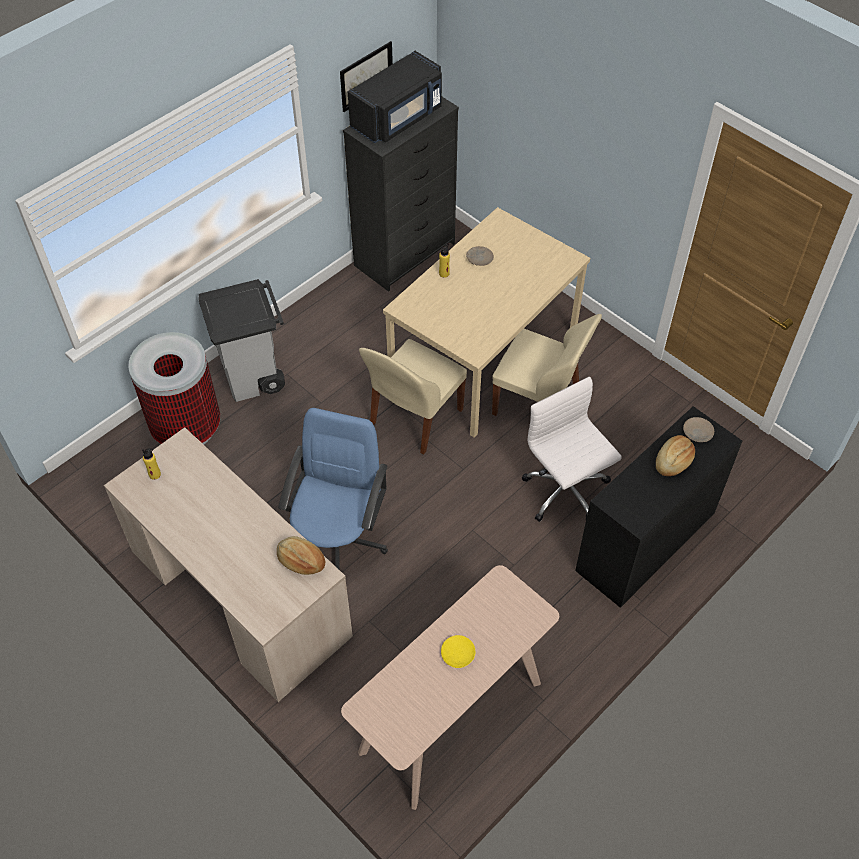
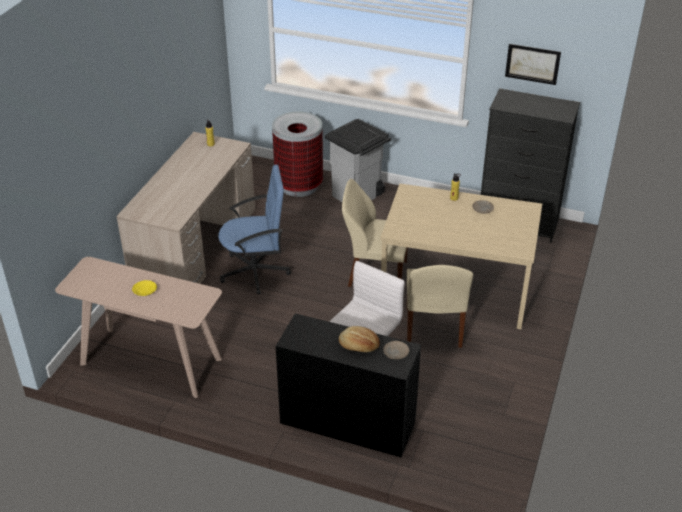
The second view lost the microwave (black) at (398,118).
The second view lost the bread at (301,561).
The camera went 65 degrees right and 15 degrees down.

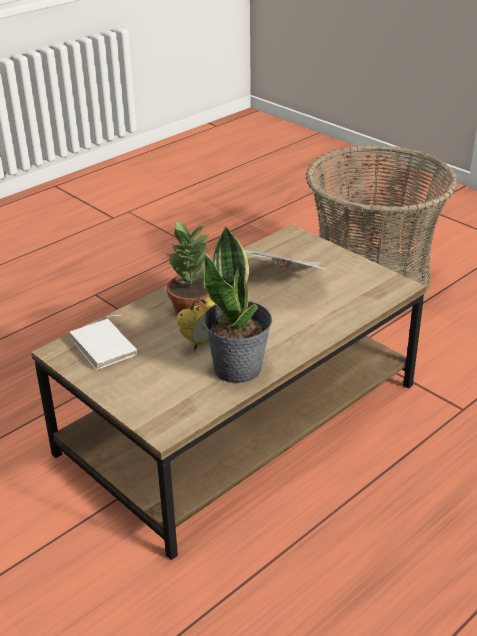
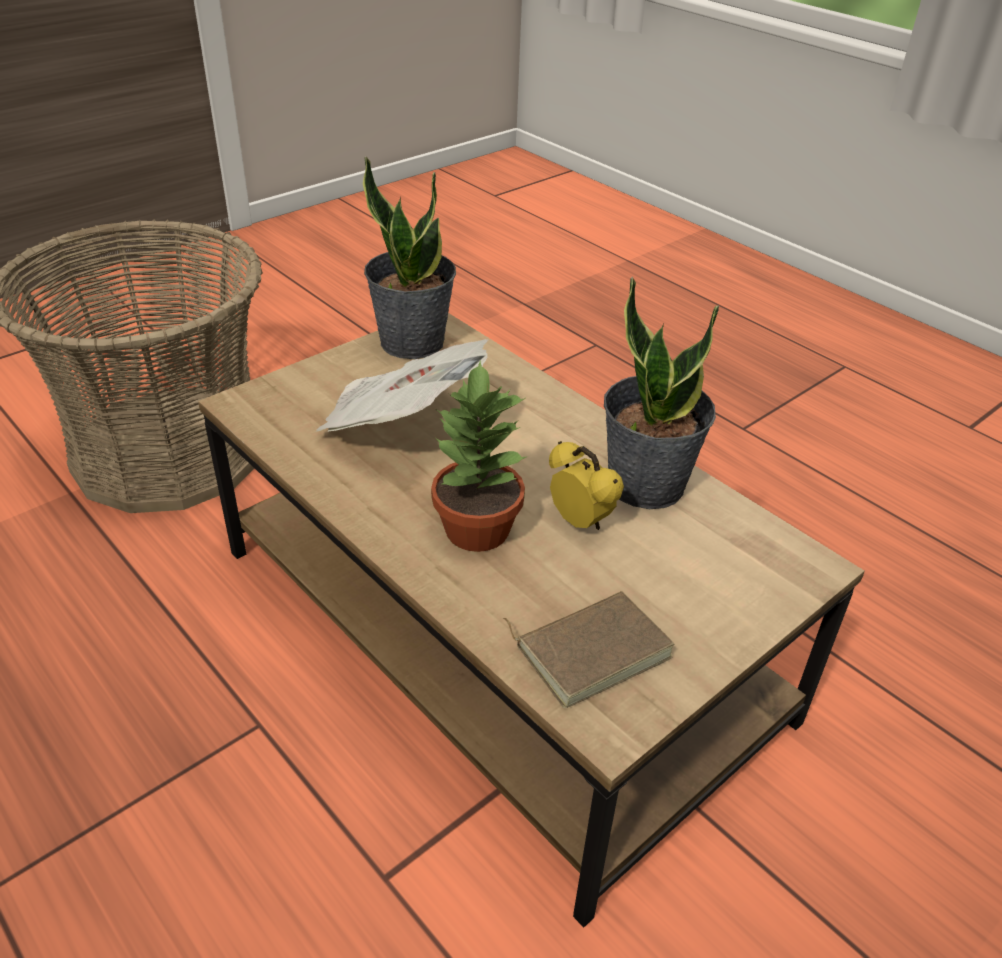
What was the book (white) at (106,346) turned into the book (brown) at (591,649).
The second view gained the potted plant at (412,341).
The camera went 90 degrees left and 5 degrees up.

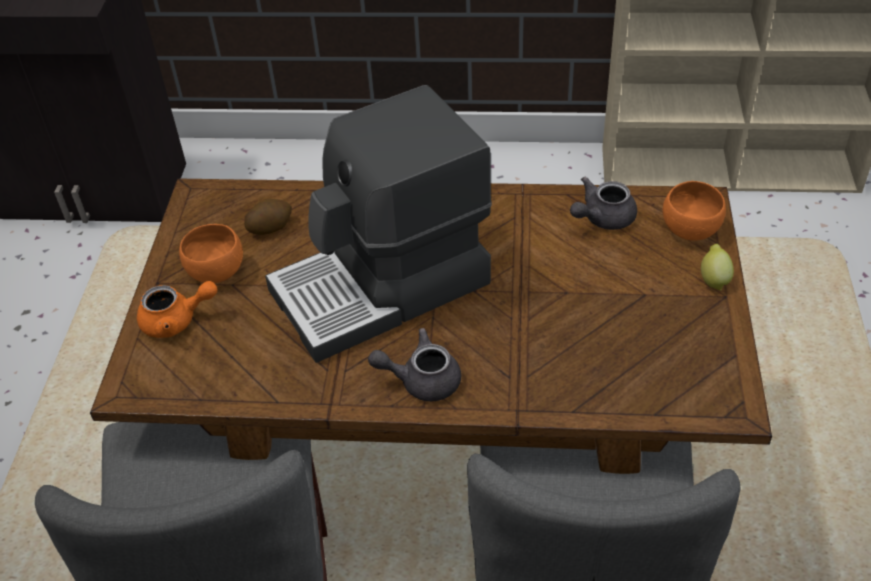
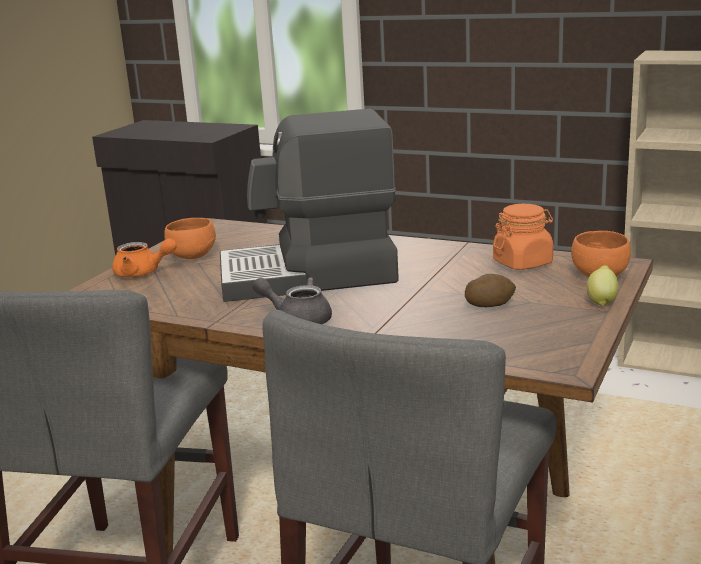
Where the teapot (grey) stood at (602,218), the jar (orange) came to stand at (523,263).
The potato ended up elsewhere, having gone from (270,227) to (490,304).
The camera went 20 degrees right and 25 degrees down.

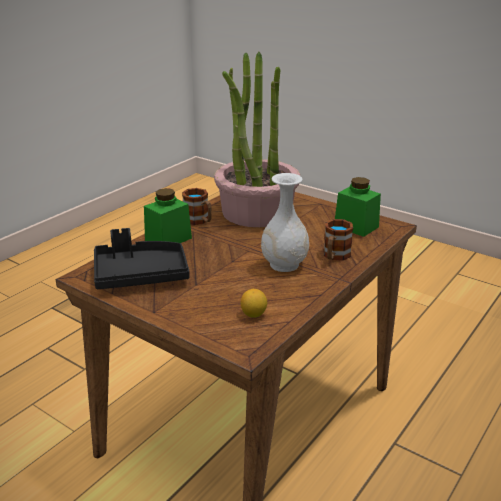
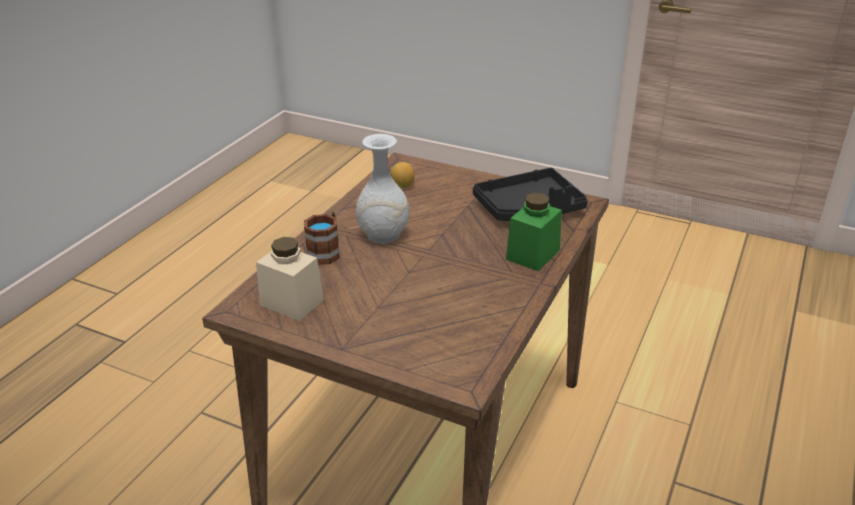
The second view lost the potted plant at (256,212).
What was the jar (green) at (356,226) turned into the jar (beige) at (291,302).
The second view lost the mug at (199,221).
The camera went 170 degrees right and 5 degrees up.

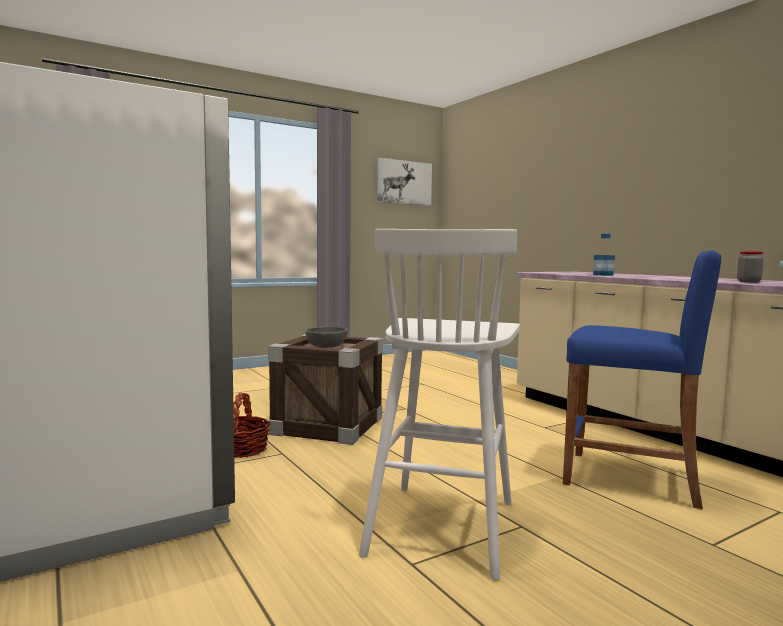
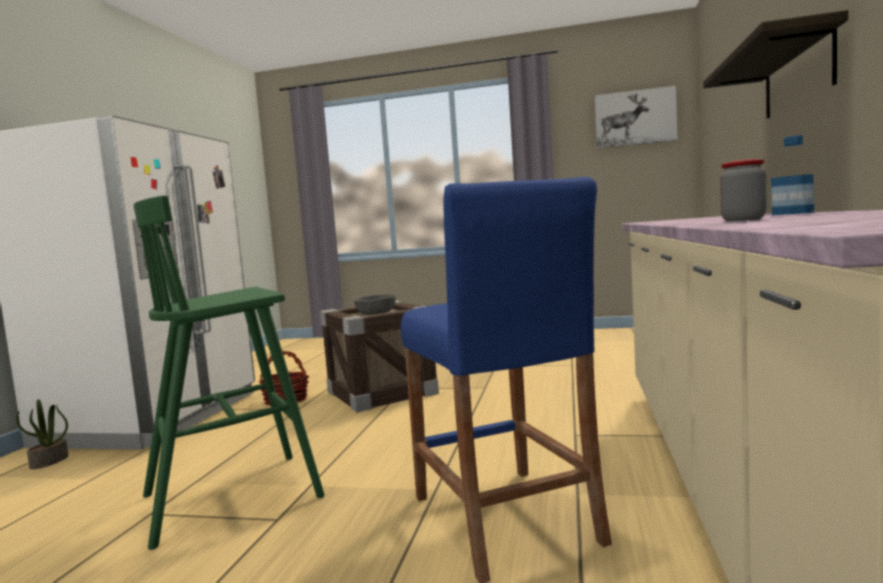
What was the stool (white) at (443,525) turned into the stool (green) at (236,495).
The bottle ended up elsewhere, having gone from (603,275) to (792,213).
The second view gained the shelf at (797,76).
The second view gained the potted plant at (49,462).
The camera went 45 degrees right and 0 degrees up.

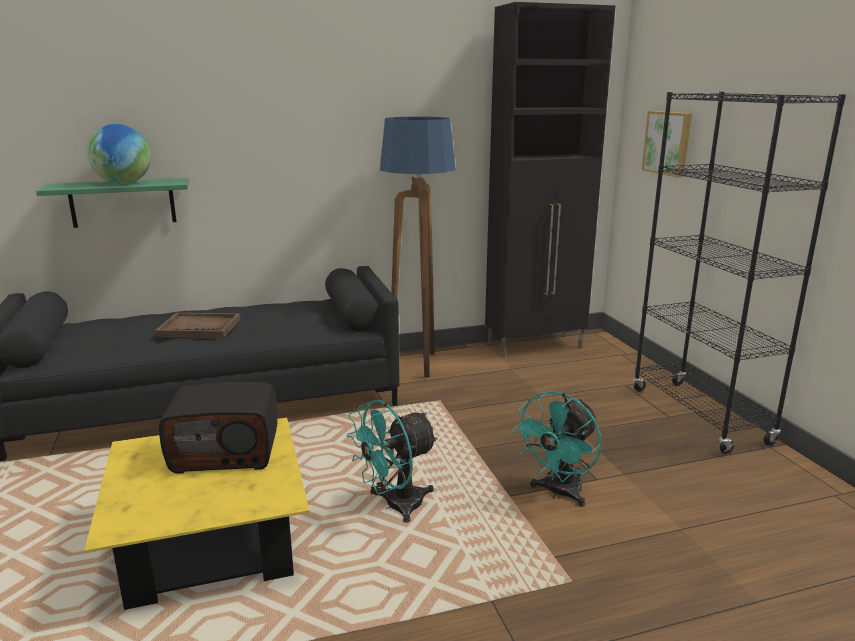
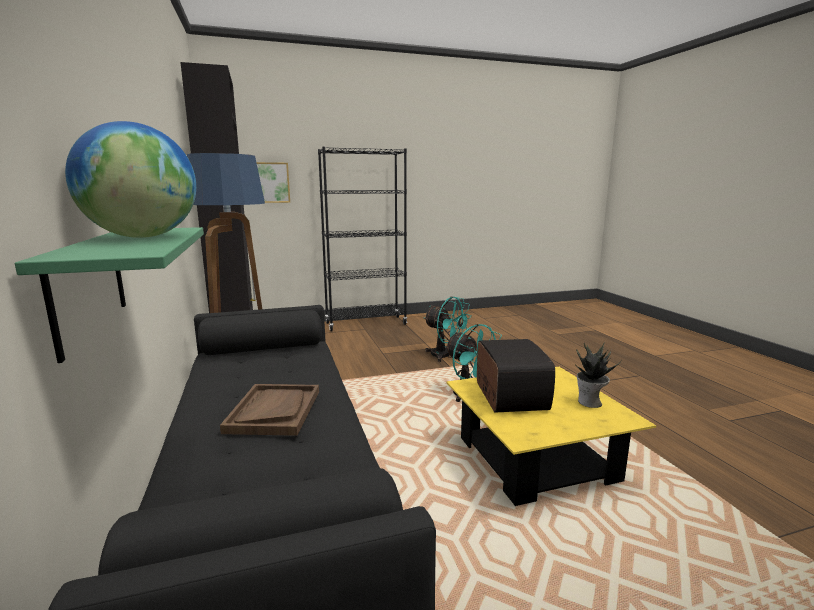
The second view gained the potted plant at (590,403).
The camera went 90 degrees left and 5 degrees down.

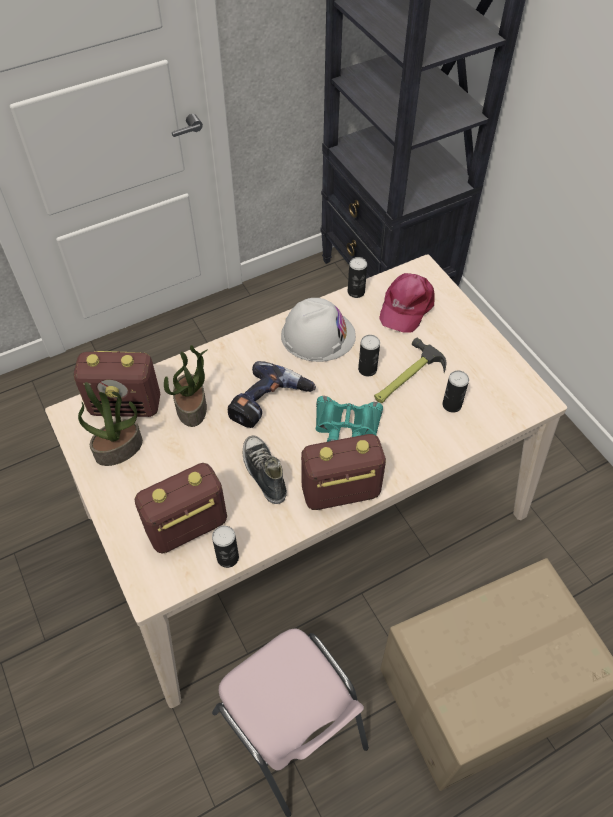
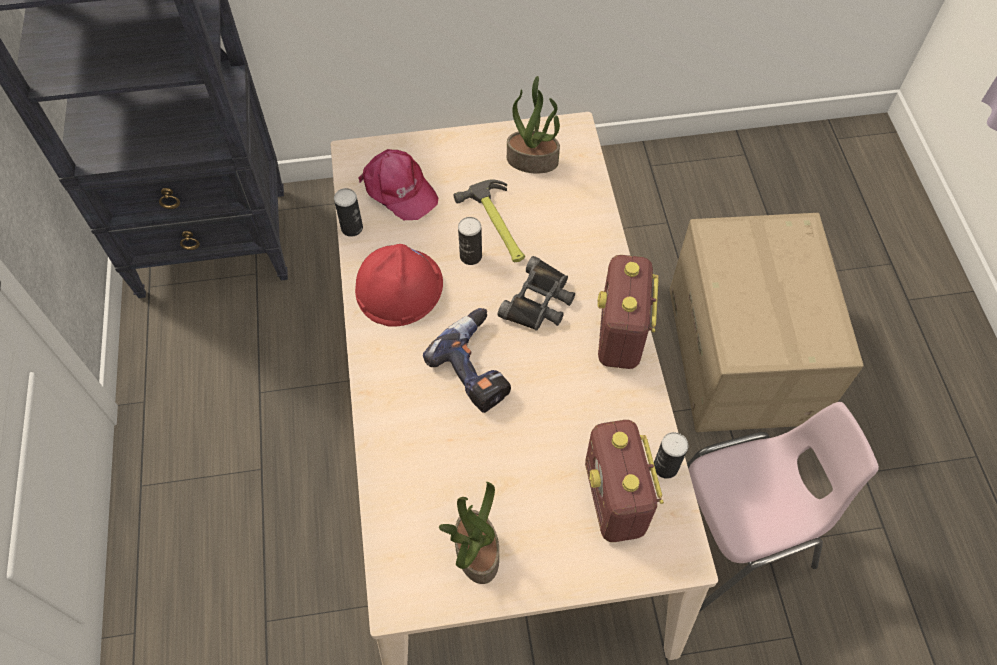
What was the hard hat (white) at (318,335) turned into the hard hat (red) at (398,287).
The potted plant ended up elsewhere, having gone from (192,407) to (533,160).
The second view lost the radio at (126,405).
The second view lost the can at (452,405).
What was the binoculars (turquoise) at (347,426) turned into the binoculars (black) at (539,301).
The second view lost the shoe at (264,473).
The camera went 70 degrees left and 5 degrees up.

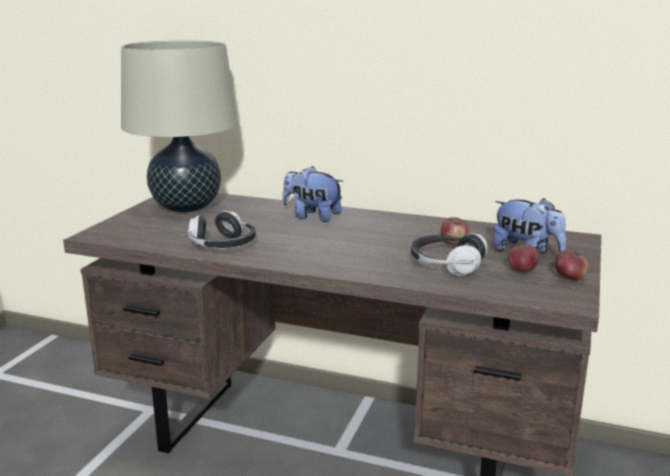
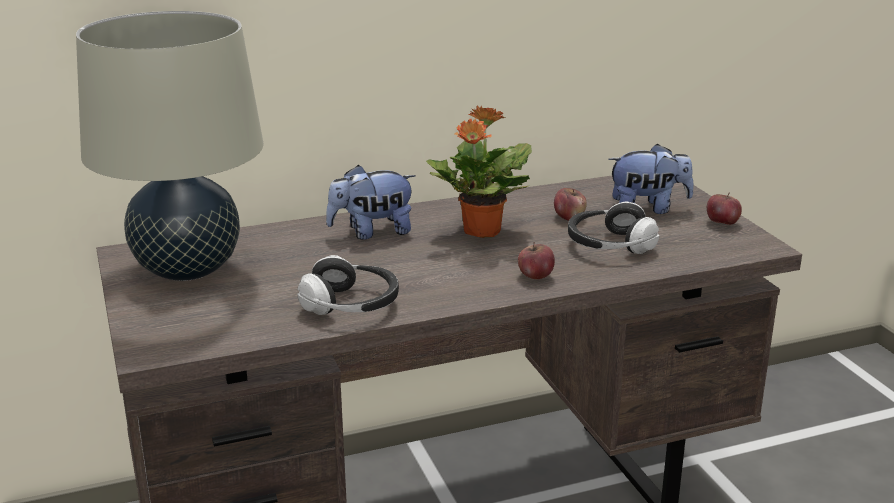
The apple ended up elsewhere, having gone from (521,270) to (535,276).
The second view gained the potted plant at (481,231).
The camera went 40 degrees left and 5 degrees up.

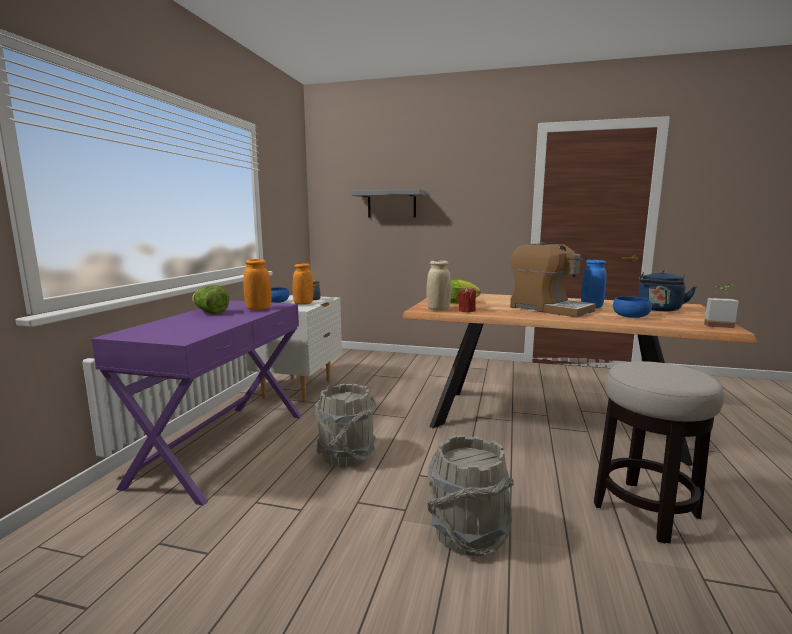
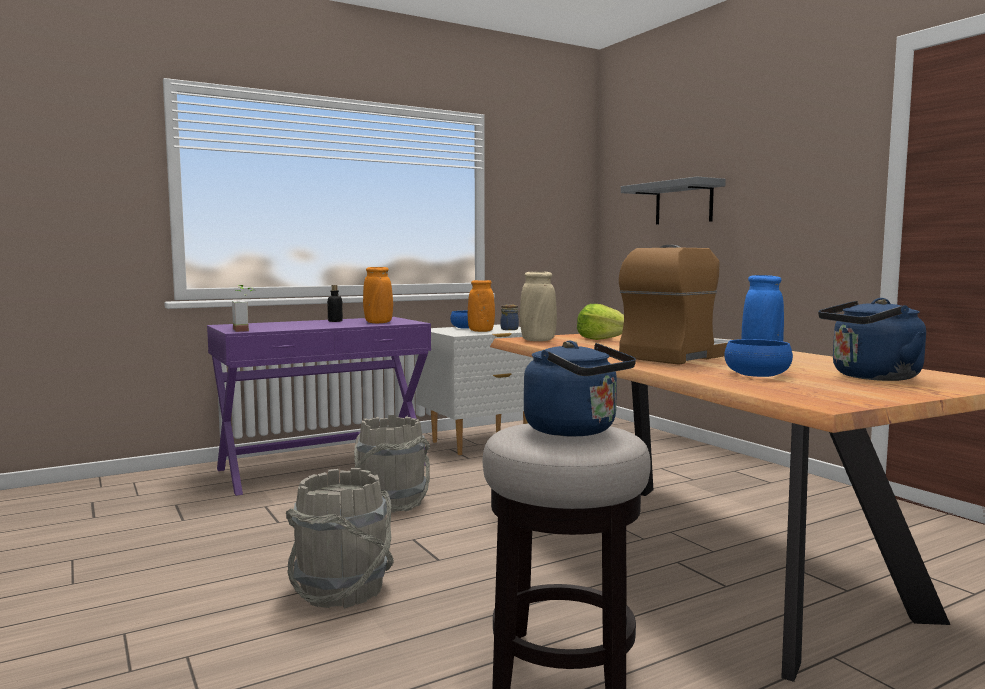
The coffee machine at (549,309) ended up facing another way, 135 degrees counterclockwise from before.
The potted plant ended up elsewhere, having gone from (717,325) to (246,330).
Where the lettuce stood at (210,312), the bottle came to stand at (335,321).
The second view lost the candle (red) at (466,311).
The second view gained the kettle (blue) at (576,430).
The camera went 45 degrees right and 5 degrees down.

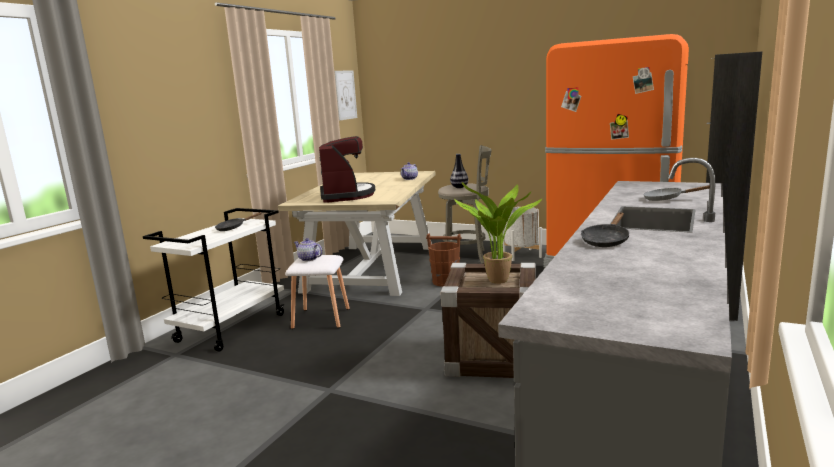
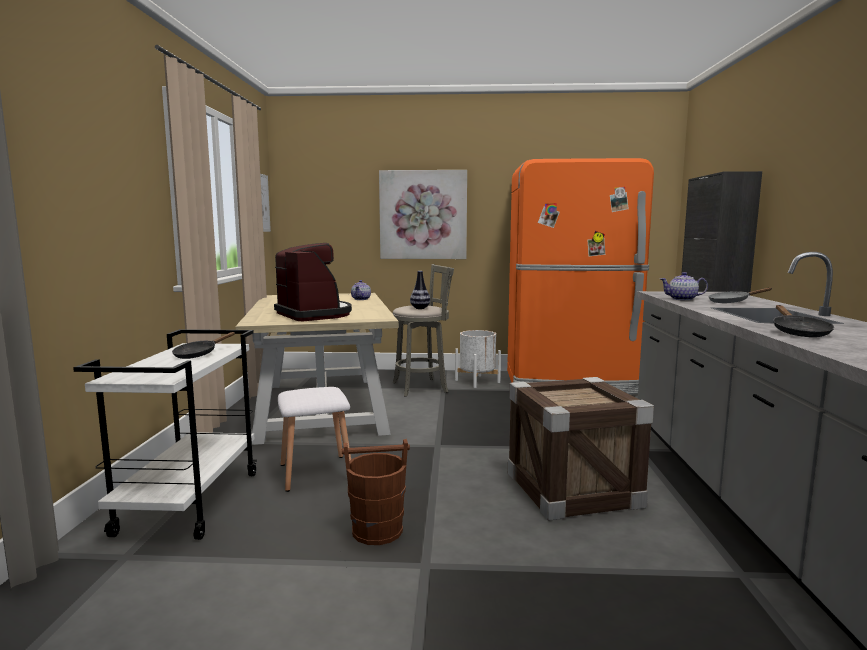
The second view lost the potted plant at (499,282).
The bucket (brown) ended up elsewhere, having gone from (446,282) to (378,531).
The teapot ended up elsewhere, having gone from (309,259) to (682,299).
The second view gained the picture at (423,215).
The camera went 25 degrees left and 5 degrees down.

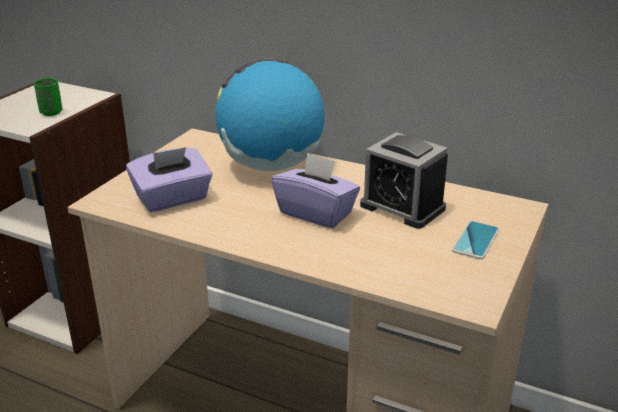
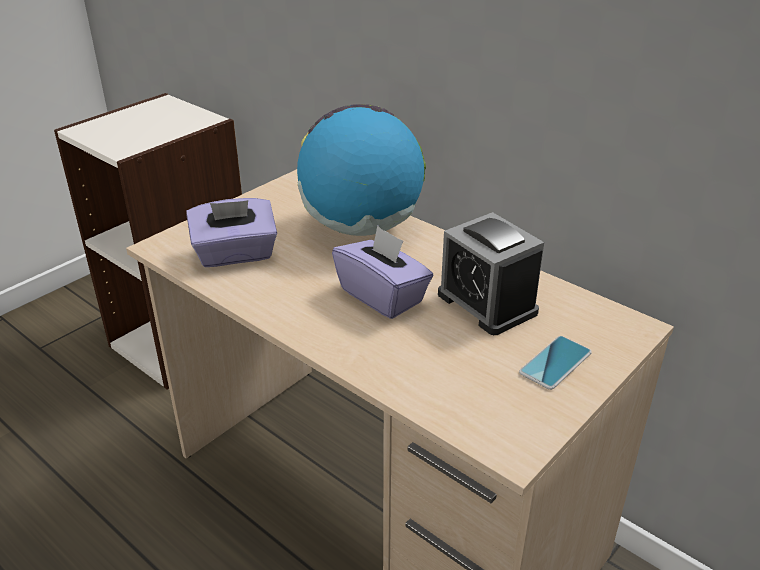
The second view lost the cup (green) at (51,112).
The camera went 15 degrees right and 5 degrees up.

